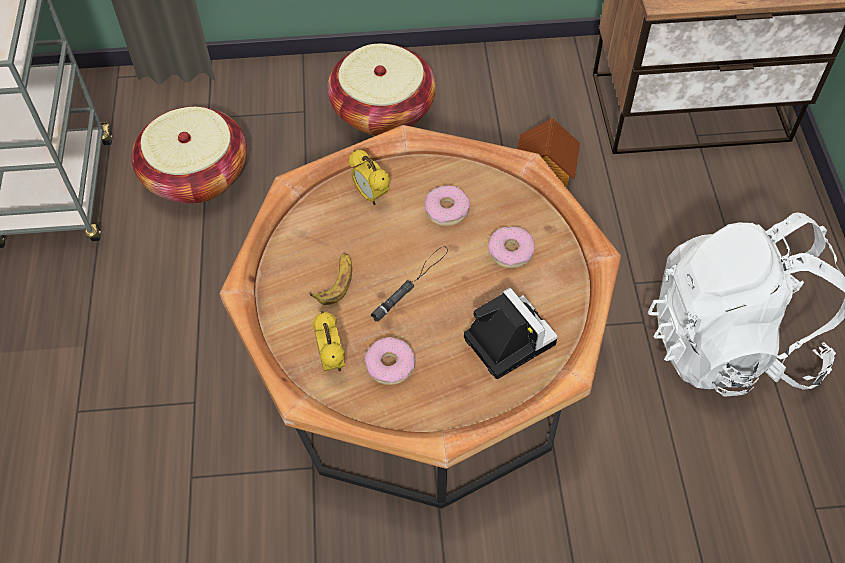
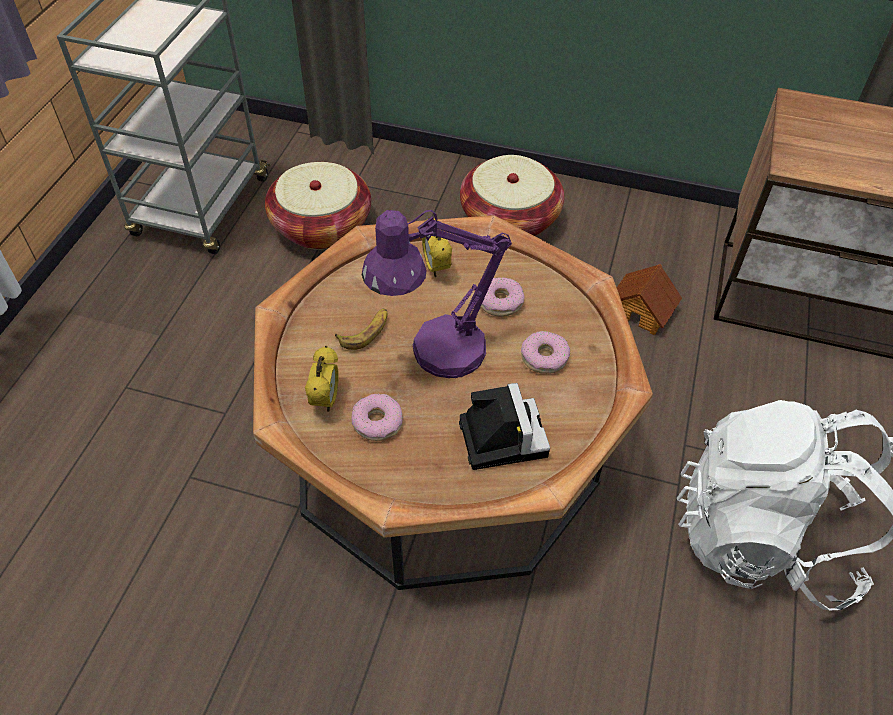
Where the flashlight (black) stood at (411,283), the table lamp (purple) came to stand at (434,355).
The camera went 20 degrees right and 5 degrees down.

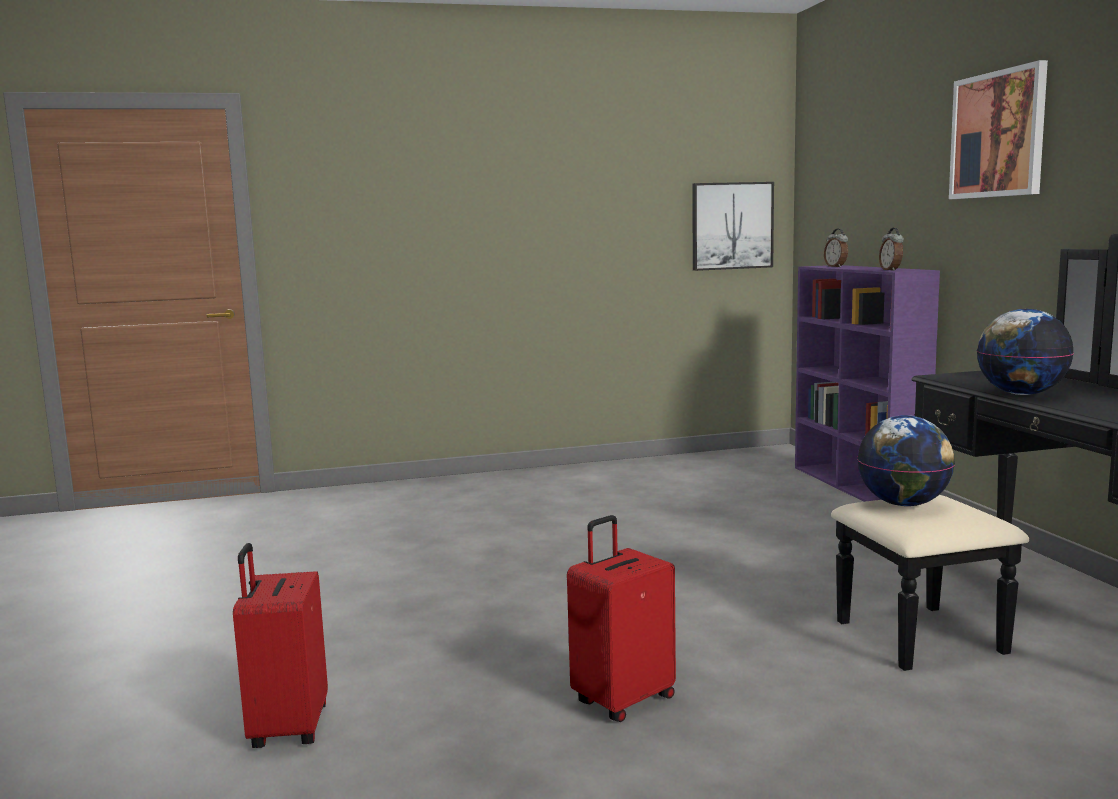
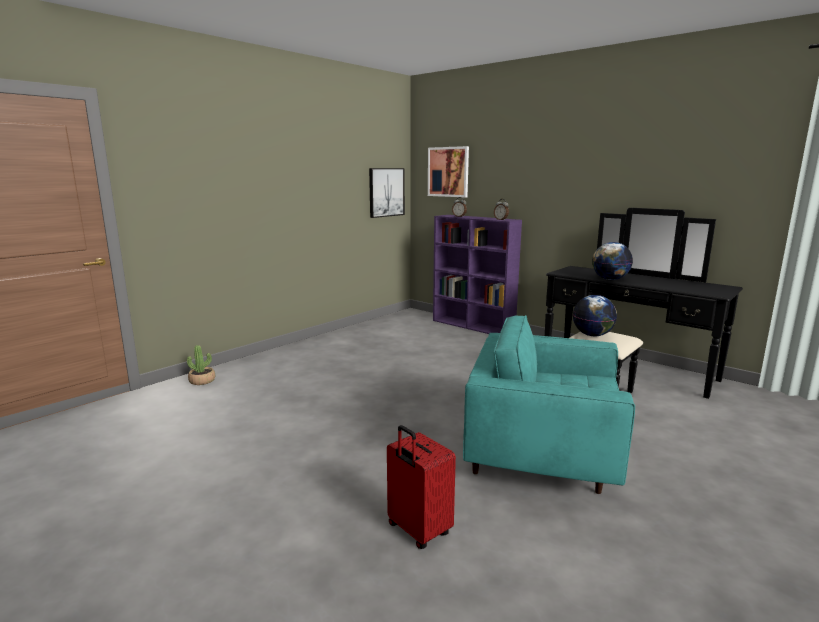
The picture ended up elsewhere, having gone from (998,134) to (448,172).
Where the suitcase (red) stood at (622,700), the armchair (turquoise) came to stand at (542,456).
The second view gained the potted plant at (202,381).
The camera went 35 degrees left and 5 degrees up.

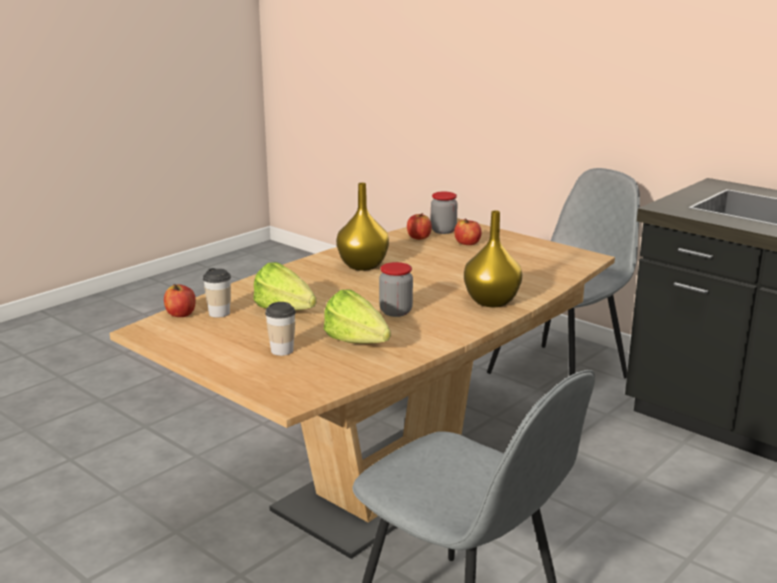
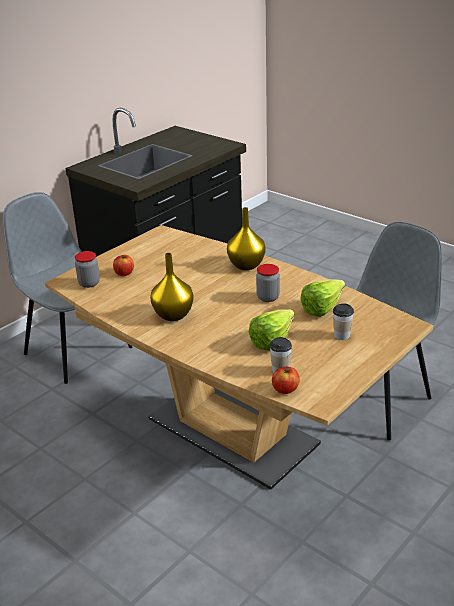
The second view lost the apple at (419,237).
The camera went 90 degrees left and 10 degrees up.

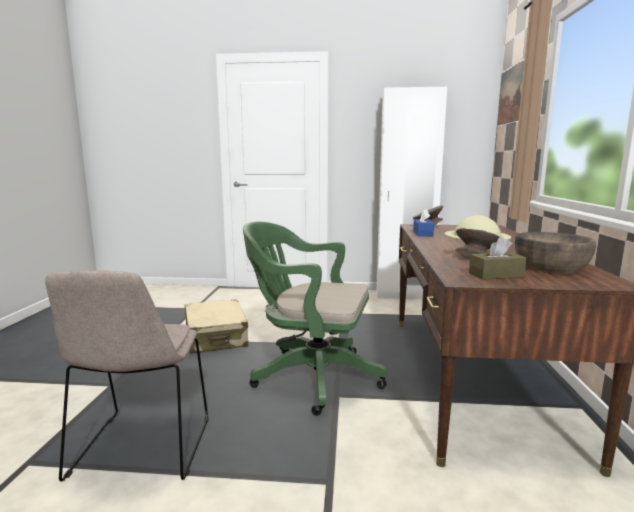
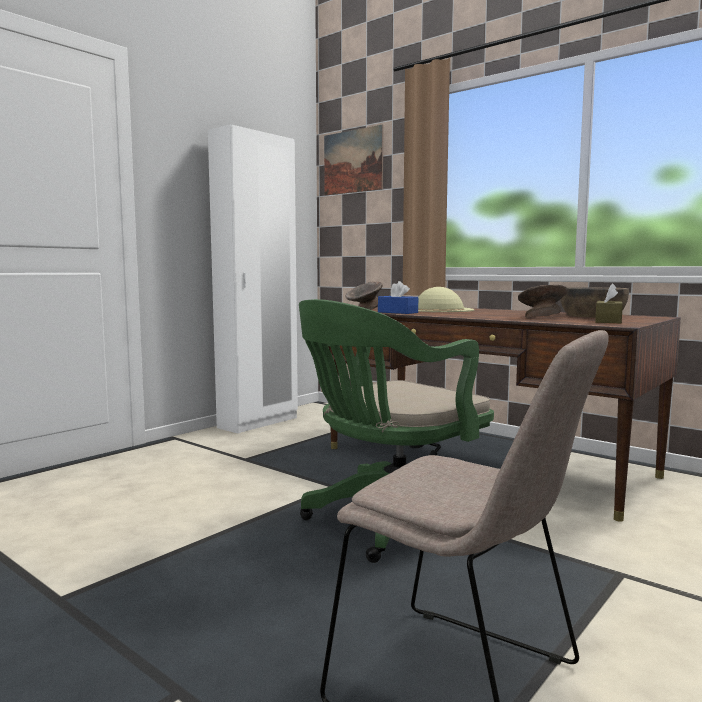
The second view lost the suitcase (beige) at (216,337).
The camera went 55 degrees left and 5 degrees down.

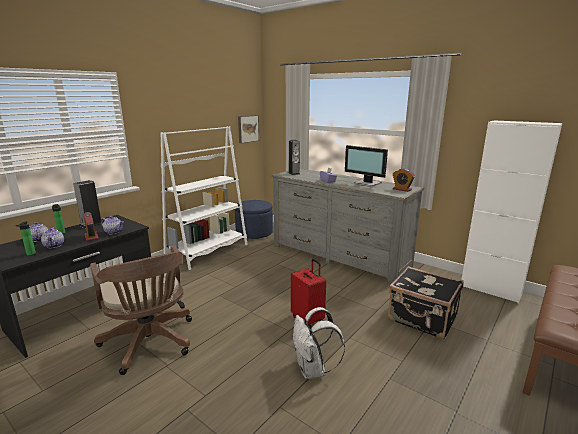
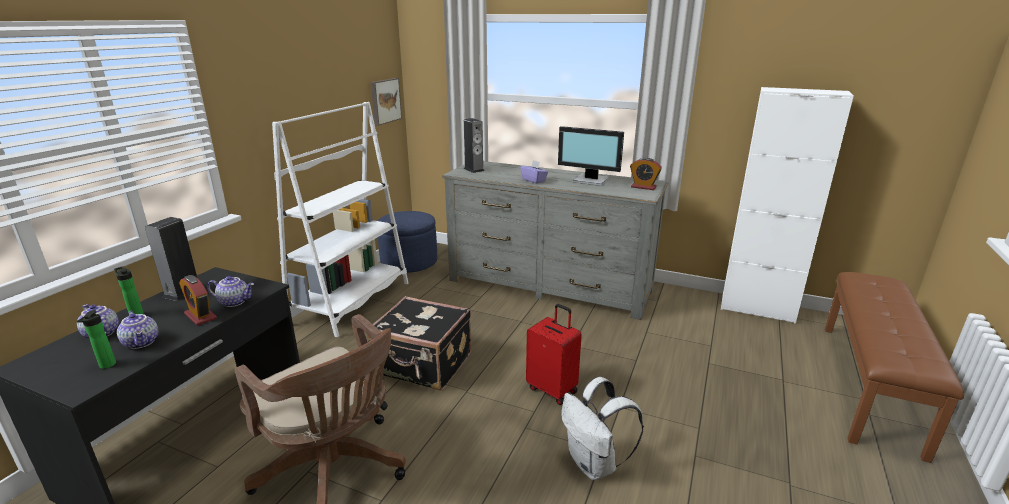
The suitcase (black) ended up elsewhere, having gone from (422,319) to (423,365).
The camera went 15 degrees left and 5 degrees up.

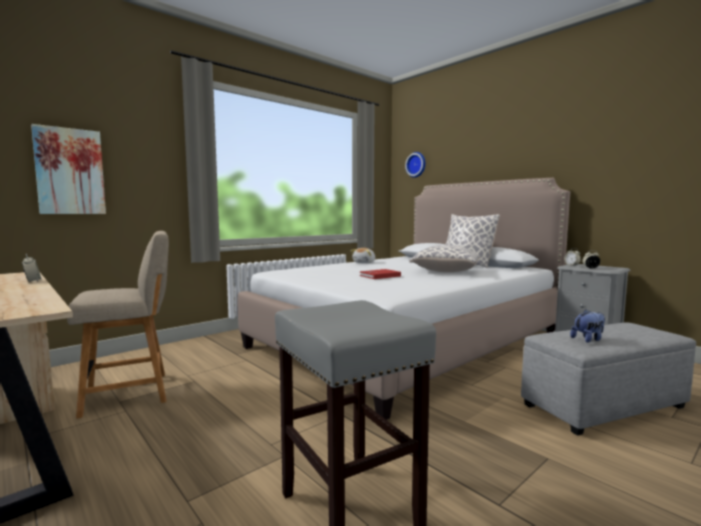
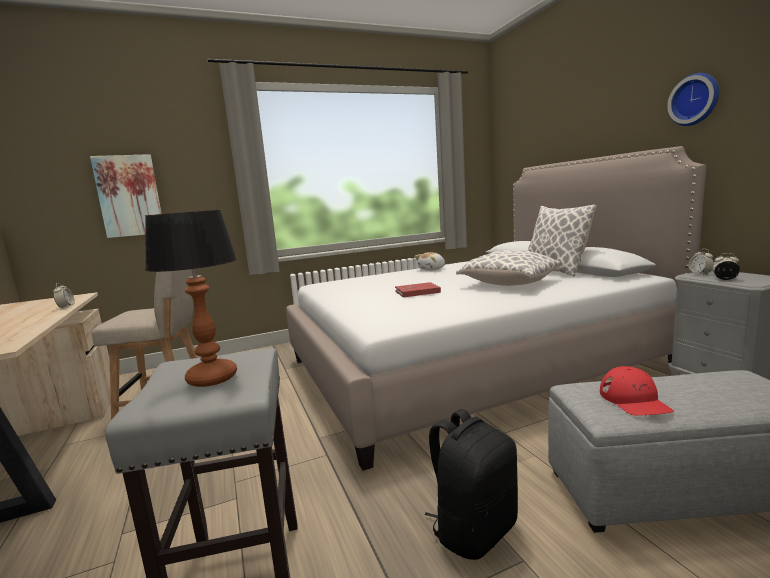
The wall clock ended up elsewhere, having gone from (416,165) to (695,100).
Where the plush toy stood at (588,339), the cap (red) came to stand at (634,400).
The second view gained the table lamp at (213,378).
The second view gained the backpack (black) at (474,529).
The camera went 20 degrees right and 5 degrees up.

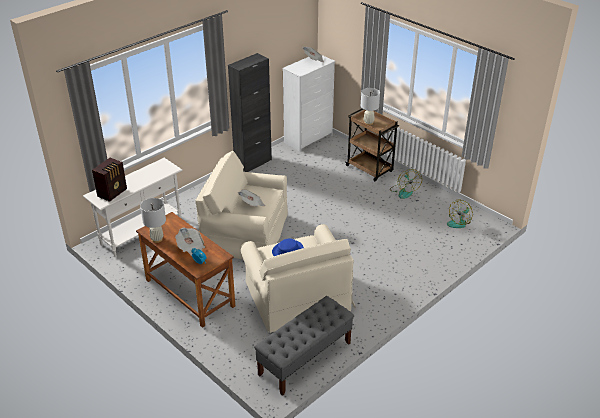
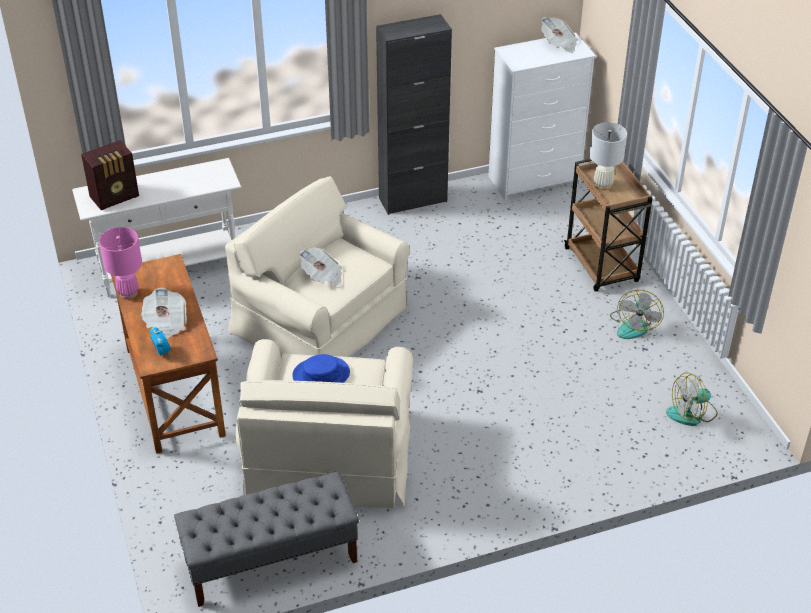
What was the table lamp (white) at (157,239) turned into the table lamp (pink) at (128,293).
The camera went 25 degrees right and 5 degrees up.

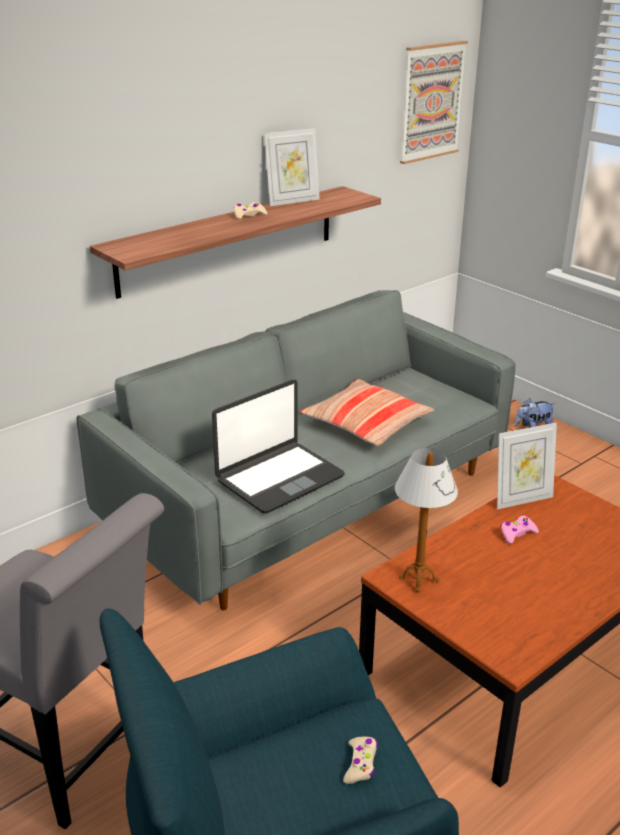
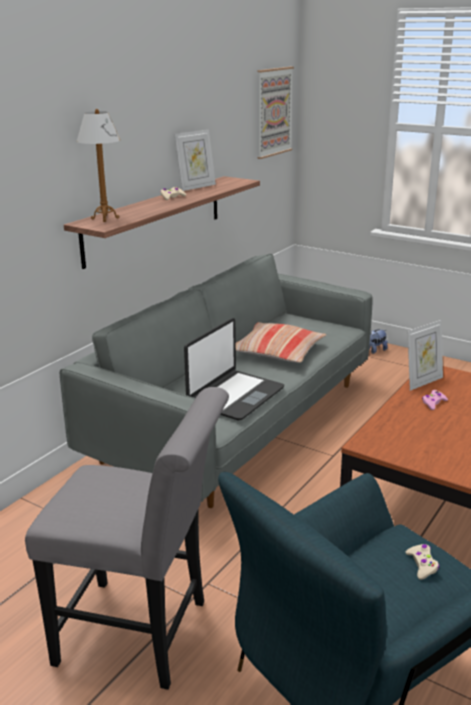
The table lamp ended up elsewhere, having gone from (418,579) to (105,218).
The camera went 15 degrees left and 5 degrees down.

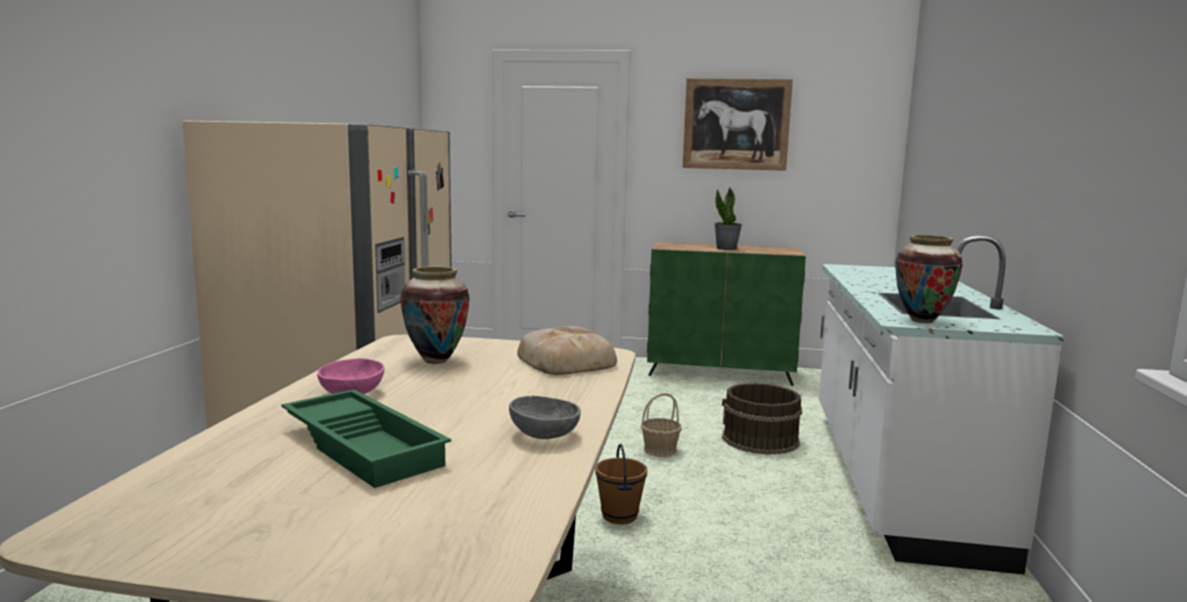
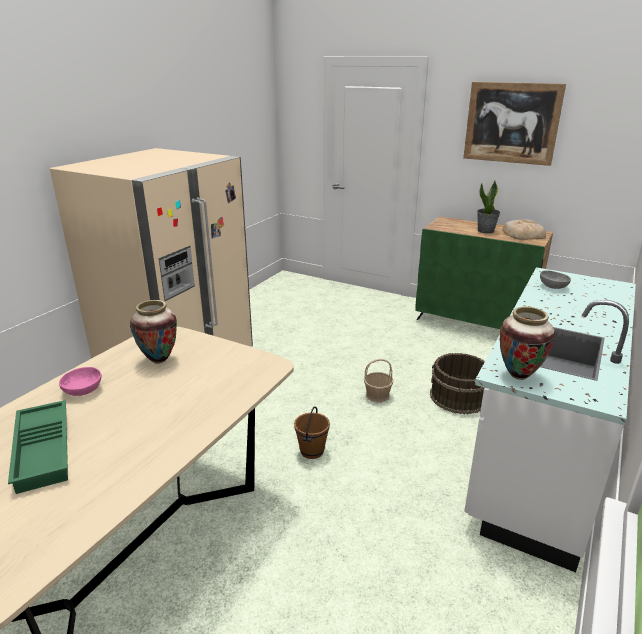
The bread ended up elsewhere, having gone from (566,361) to (523,234).
The bowl (grey) ended up elsewhere, having gone from (545,434) to (553,286).
The camera went 20 degrees right and 15 degrees up.

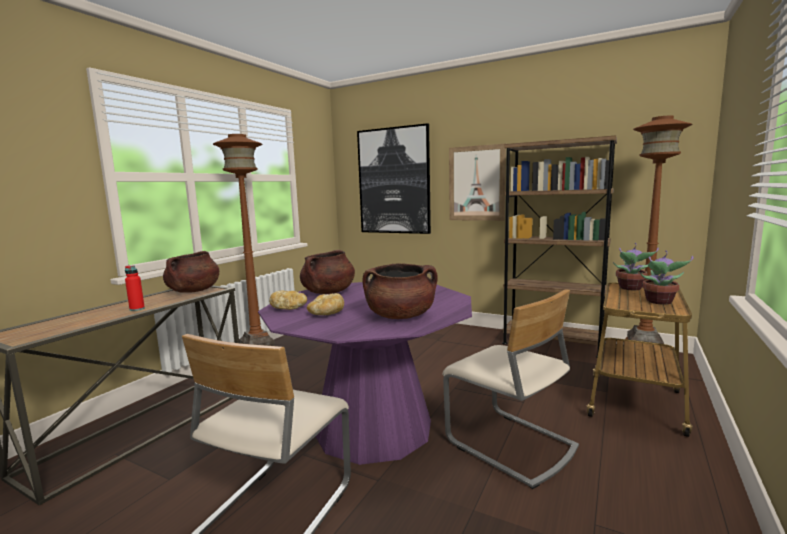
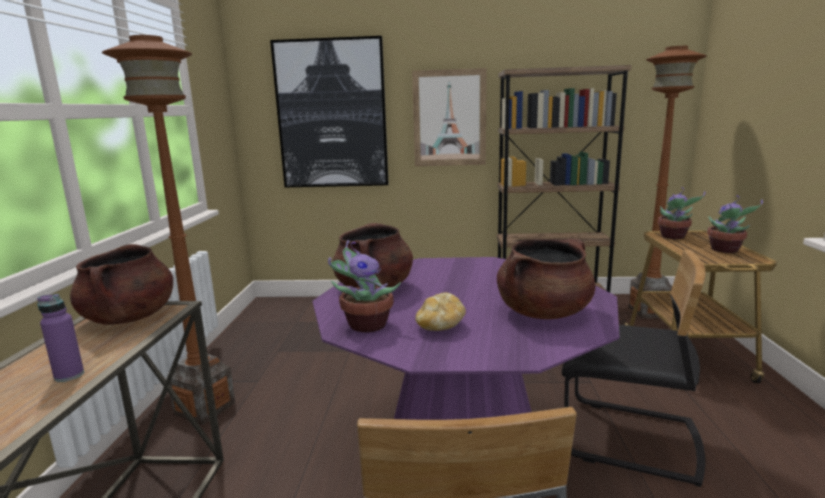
What was the bottle (red) at (137,309) turned into the bottle (purple) at (69,375).
What was the chair (beige) at (510,445) turned into the chair (black) at (629,440).
Where the bread stood at (289,308), the potted plant came to stand at (365,325).
The camera went 25 degrees left and 5 degrees up.

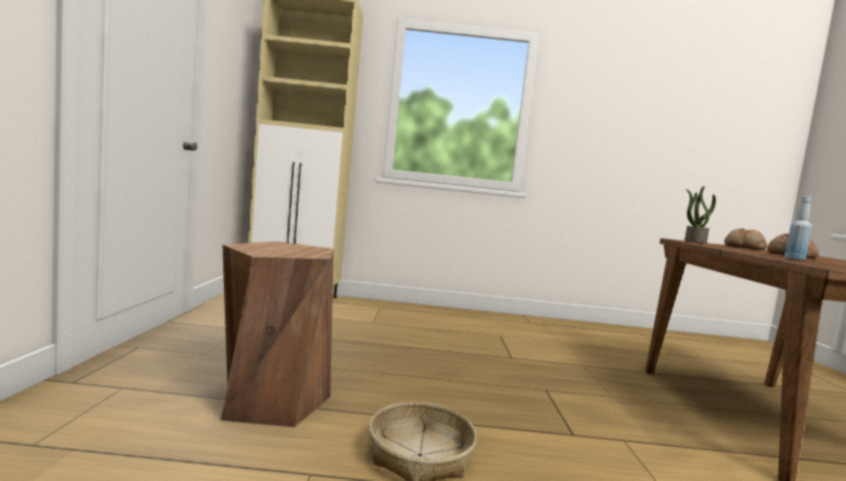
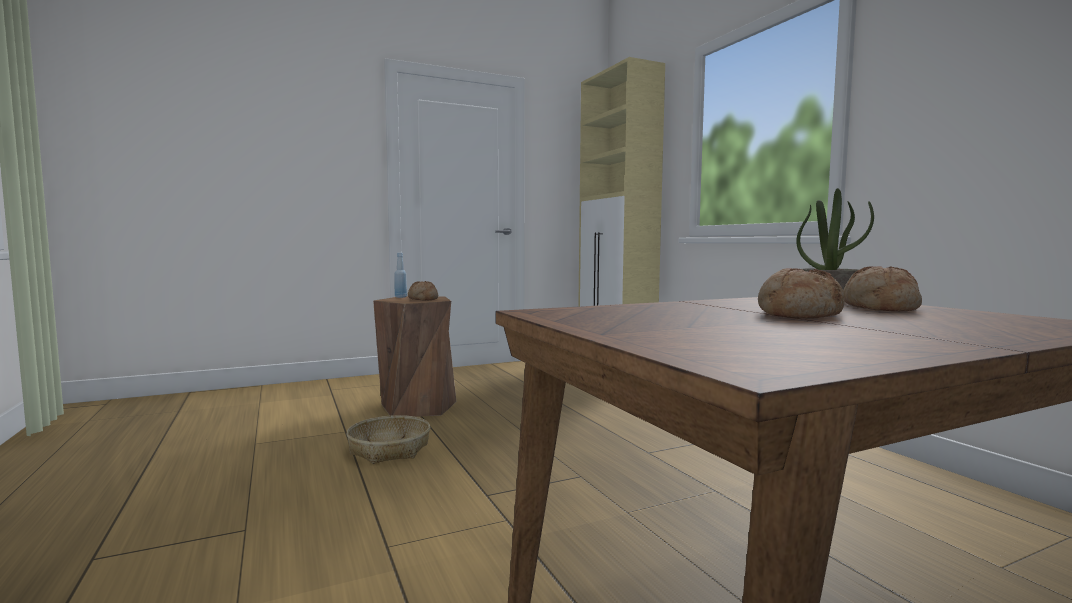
The bottle (blue) ended up elsewhere, having gone from (794,259) to (400,297).
The second view gained the bread at (422,299).
The camera went 65 degrees right and 0 degrees up.

